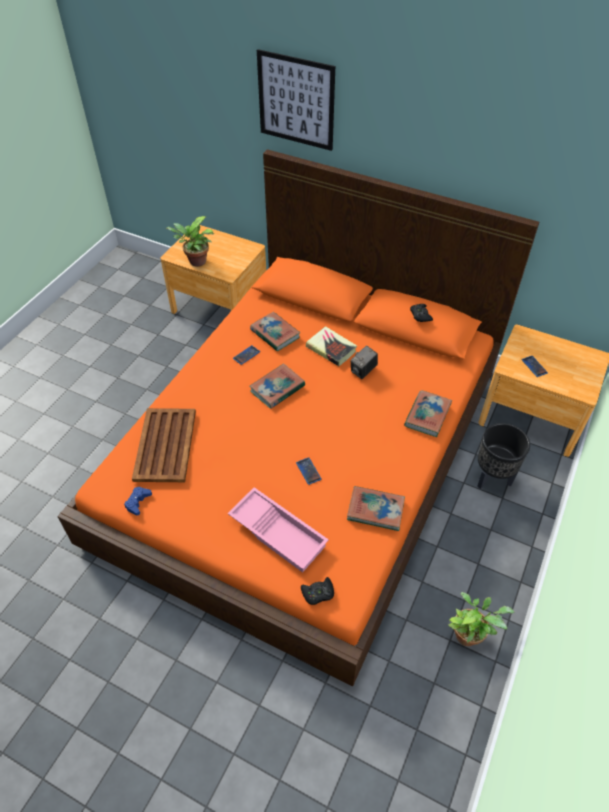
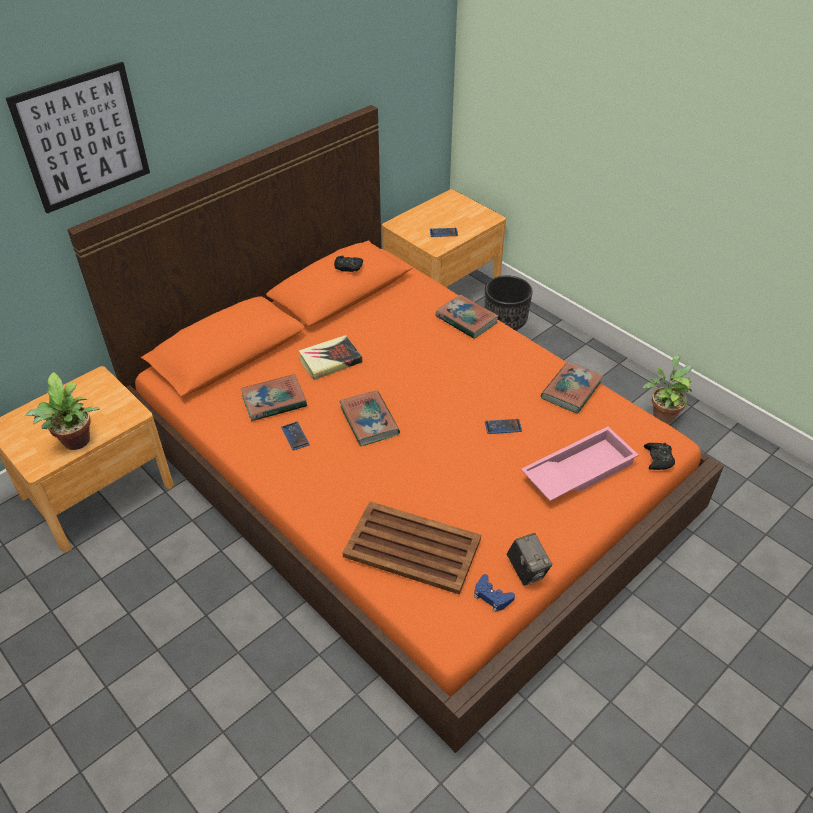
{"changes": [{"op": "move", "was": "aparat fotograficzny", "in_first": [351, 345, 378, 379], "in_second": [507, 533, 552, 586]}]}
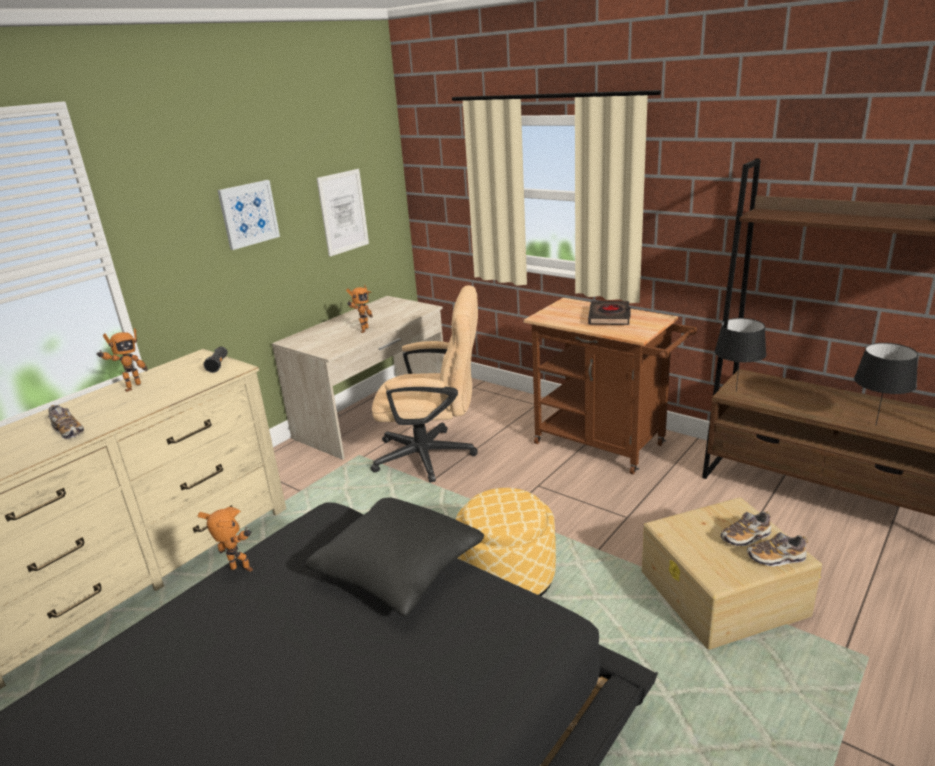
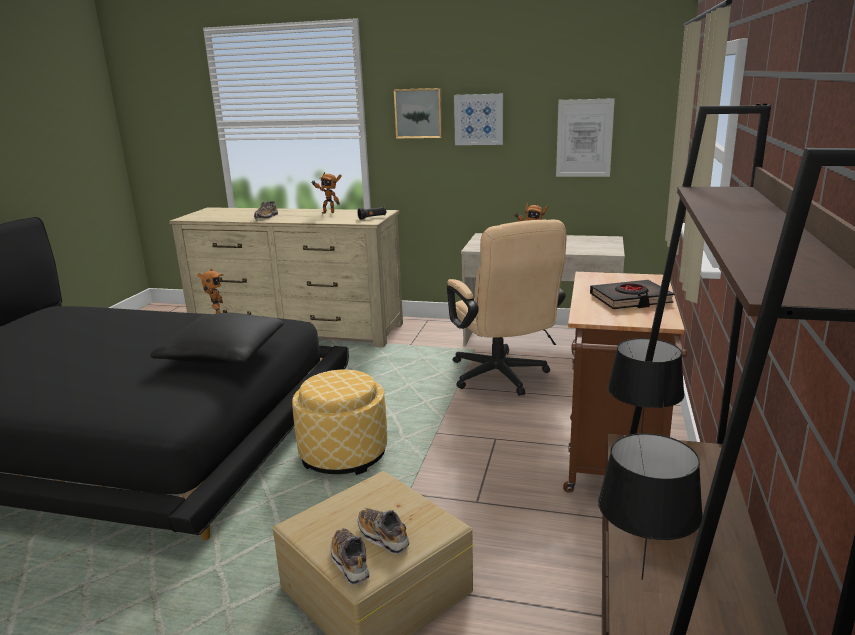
{"changes": [{"op": "insert", "now": "obraz", "in_second": [394, 88, 442, 139]}]}
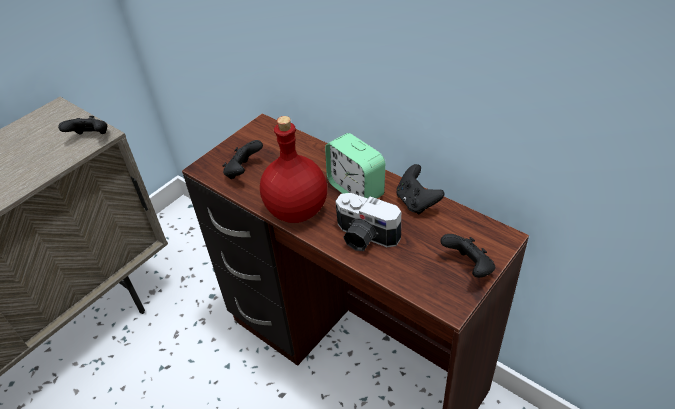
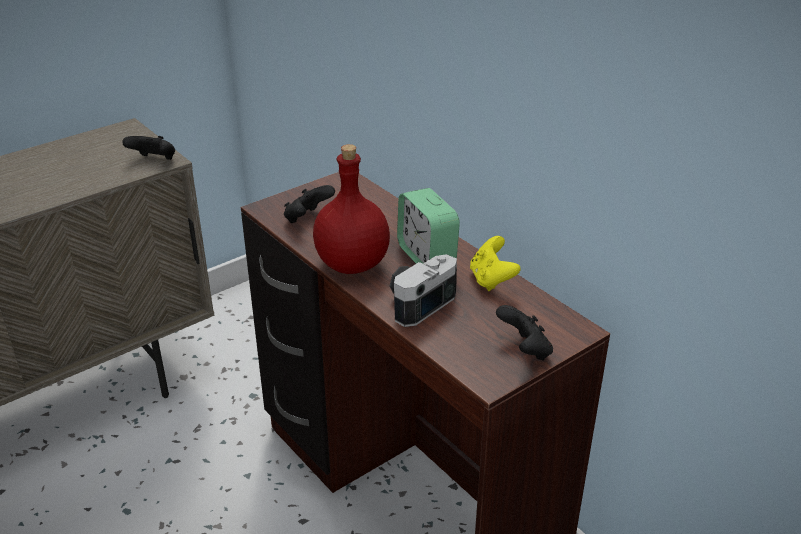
{"changes": [{"op": "rotate", "was": "aparat fotograficzny", "in_first": [335, 193, 401, 251], "in_second": [390, 254, 457, 327], "clockwise": 90}, {"op": "recolor", "was": "pad do gier [czarny]", "now": "pad do gier [żółty]", "in_first": [396, 164, 444, 214], "in_second": [470, 236, 521, 291]}]}
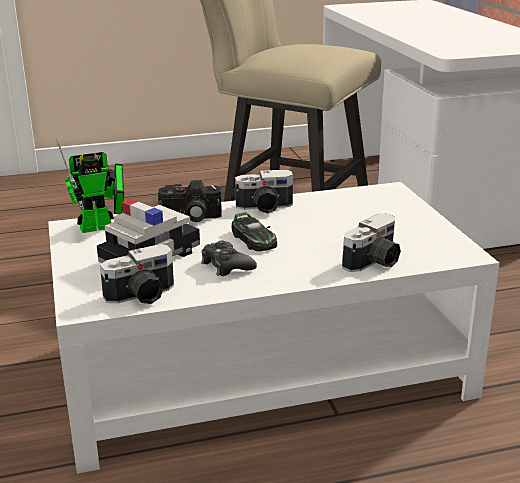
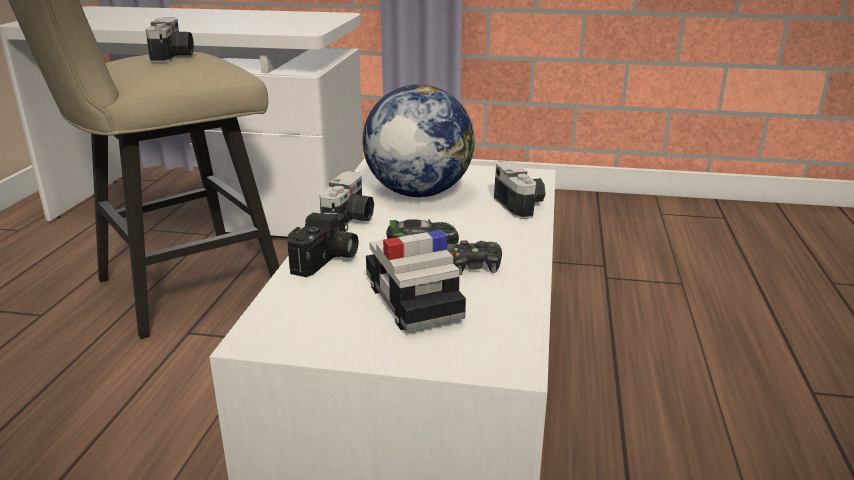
{"changes": [{"op": "delete", "was": "robot zabawkowy", "in_first": [57, 139, 124, 233]}, {"op": "move", "was": "aparat fotograficzny", "in_first": [100, 244, 174, 304], "in_second": [146, 17, 194, 63]}, {"op": "insert", "now": "globus", "in_second": [362, 84, 475, 197]}]}
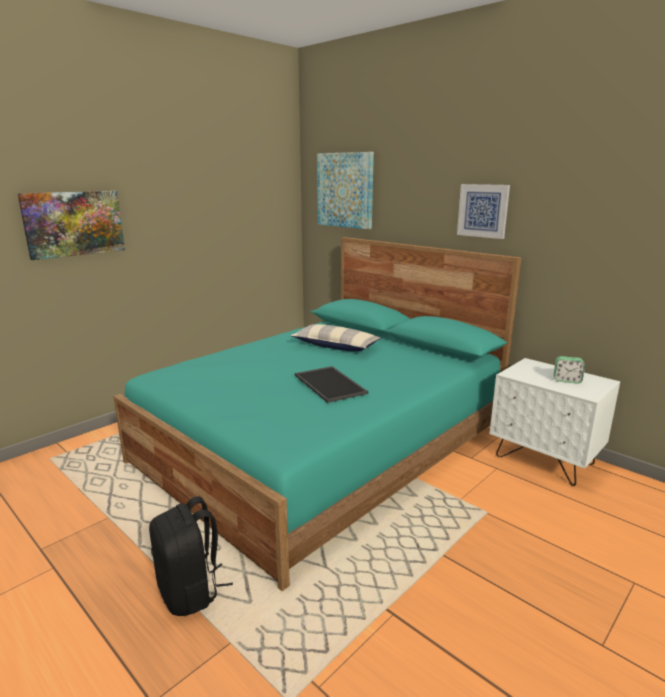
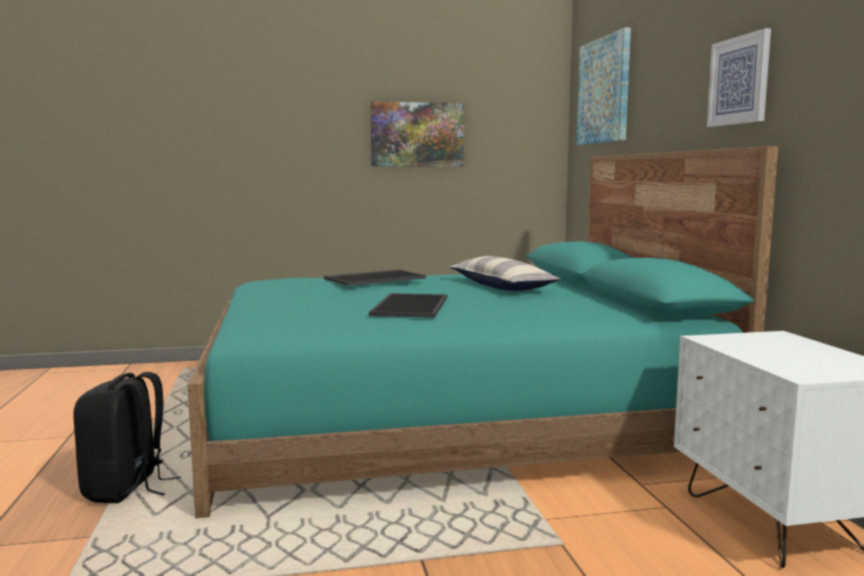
{"changes": [{"op": "move", "was": "obraz", "in_first": [17, 191, 125, 260], "in_second": [371, 101, 464, 167]}, {"op": "delete", "was": "budzik", "in_first": [554, 356, 585, 384]}, {"op": "insert", "now": "taca", "in_second": [324, 269, 426, 286]}]}
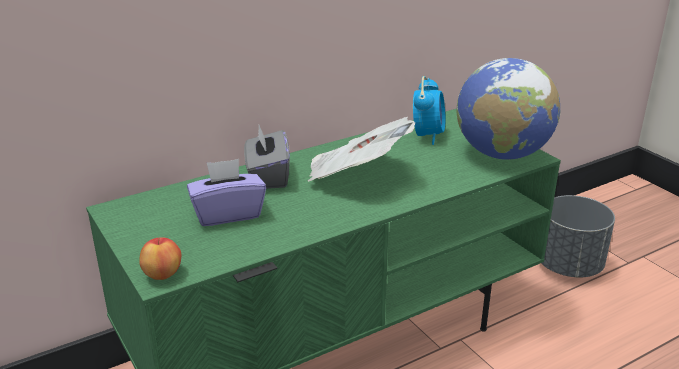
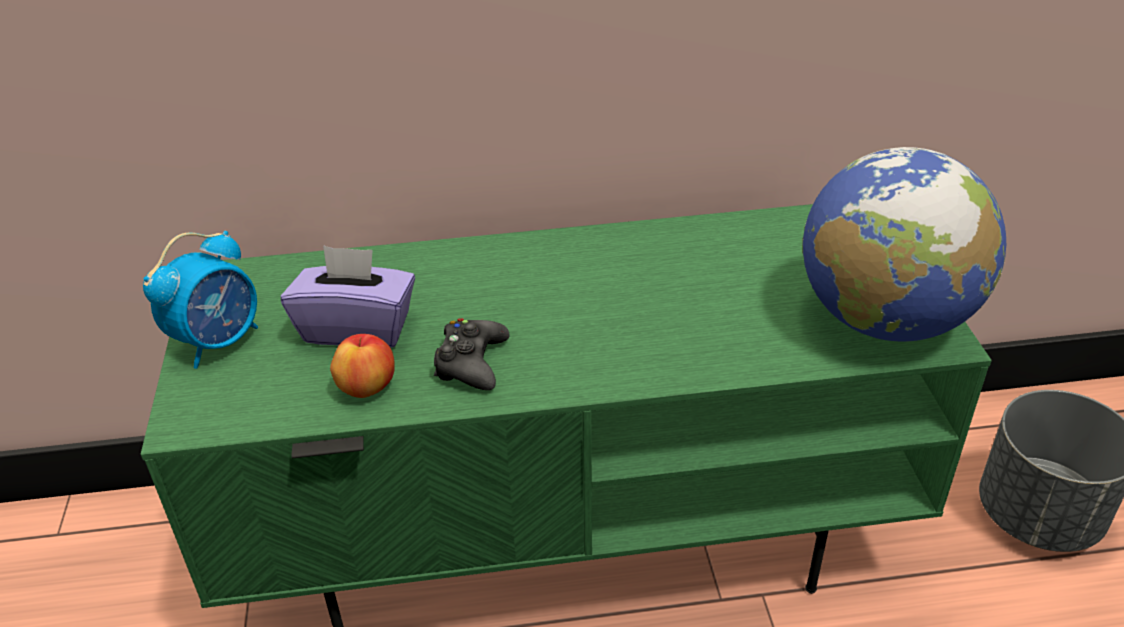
{"changes": [{"op": "move", "was": "jabłko", "in_first": [139, 237, 181, 280], "in_second": [330, 334, 395, 398]}, {"op": "delete", "was": "pudełko chusteczek [szary]", "in_first": [244, 125, 290, 189]}, {"op": "delete", "was": "gazeta", "in_first": [308, 117, 415, 182]}, {"op": "move", "was": "budzik", "in_first": [413, 76, 445, 145], "in_second": [143, 231, 258, 369]}, {"op": "insert", "now": "pad do gier [czarny]", "in_second": [434, 319, 509, 390]}]}
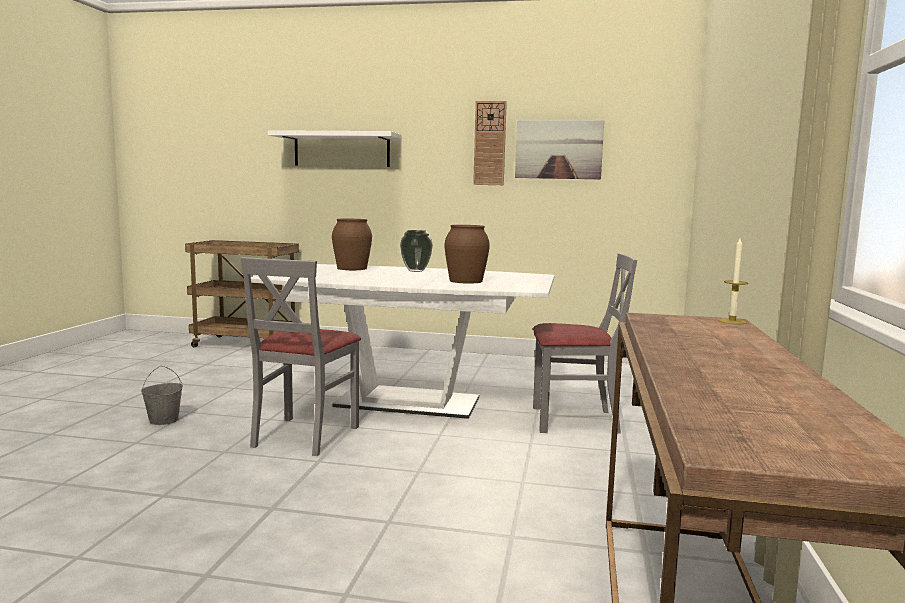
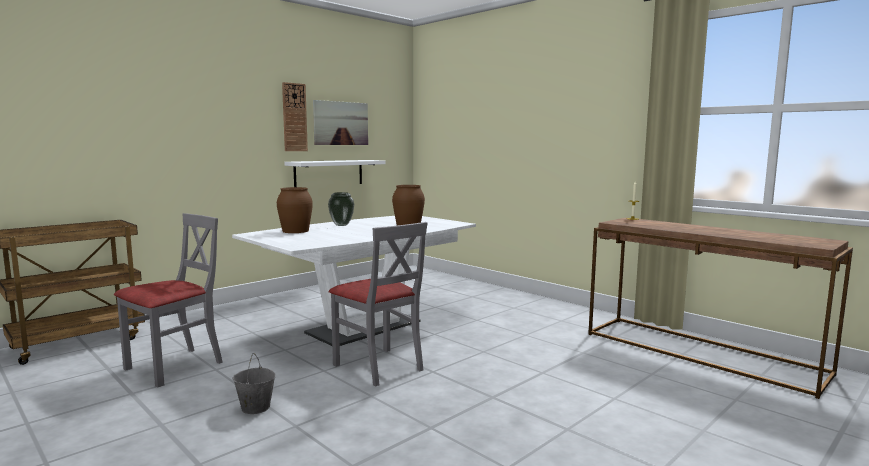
{"changes": [{"op": "move", "was": "półka [biały]", "in_first": [268, 130, 401, 167], "in_second": [284, 160, 386, 187]}, {"op": "move", "was": "krzesło [szary]", "in_first": [533, 253, 637, 434], "in_second": [114, 213, 223, 388]}]}
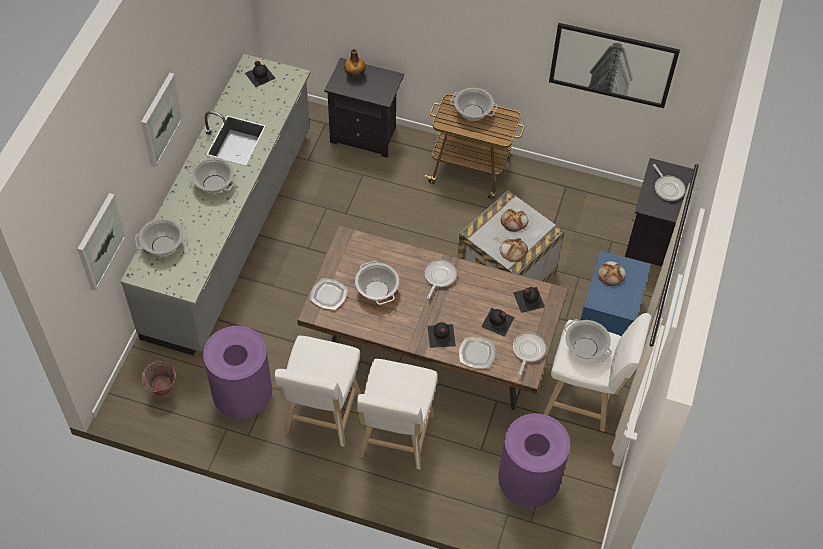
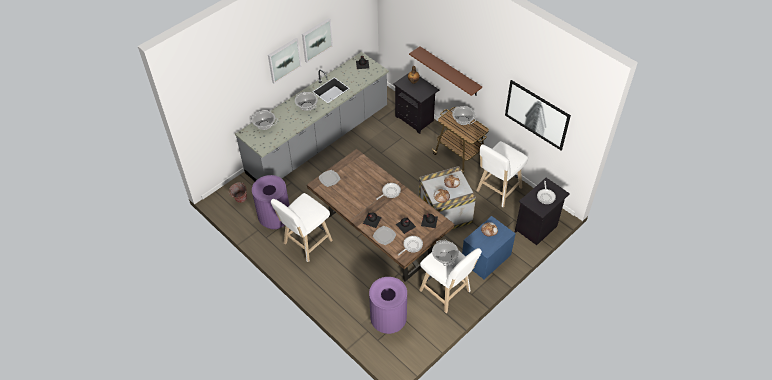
{"changes": [{"op": "move", "was": "obraz", "in_first": [77, 193, 126, 291], "in_second": [302, 18, 333, 63]}, {"op": "delete", "was": "garnek", "in_first": [355, 261, 399, 305]}, {"op": "move", "was": "stołek [biały]", "in_first": [357, 359, 437, 470], "in_second": [476, 141, 528, 207]}, {"op": "insert", "now": "półka [brązowy]", "in_second": [409, 46, 482, 96]}]}
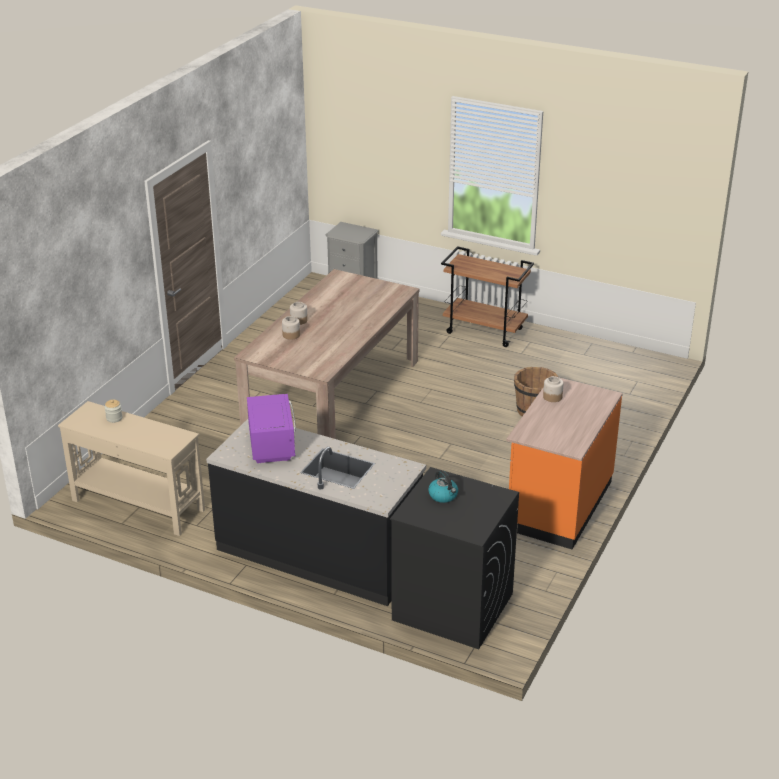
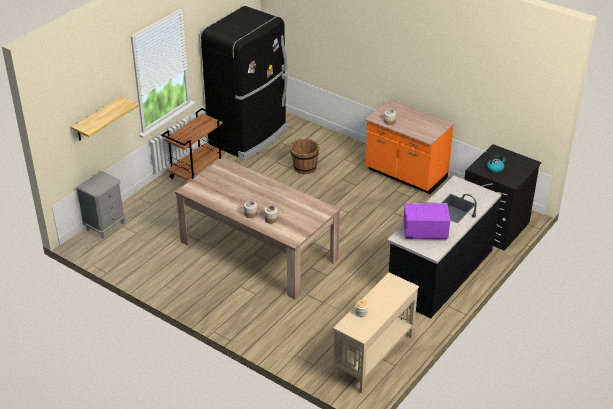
{"changes": [{"op": "insert", "now": "półka", "in_second": [71, 97, 139, 140]}, {"op": "insert", "now": "lodówka [czarny]", "in_second": [201, 6, 288, 160]}]}
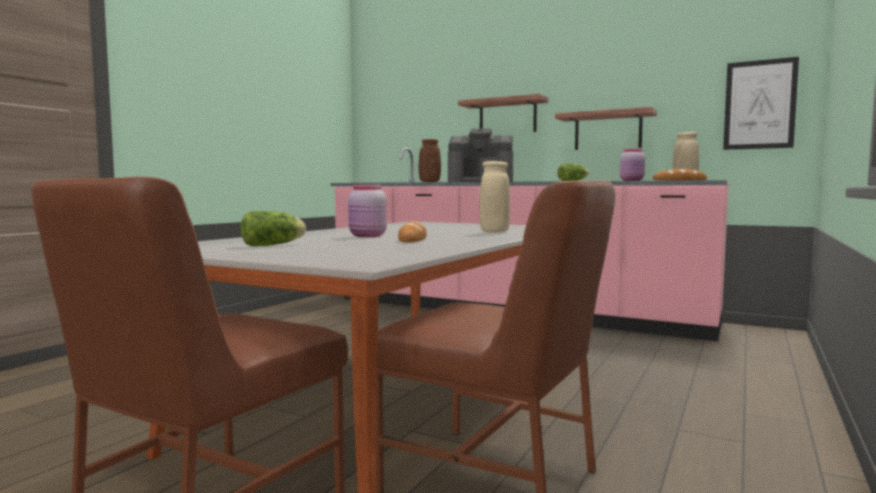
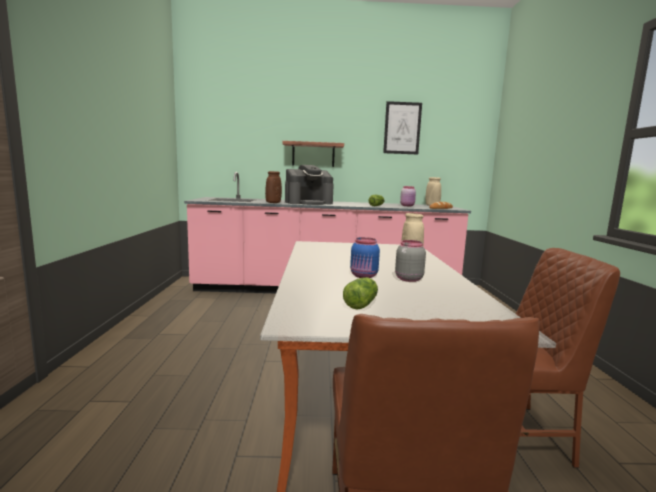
{"changes": [{"op": "recolor", "was": "słoik [różowy]", "now": "słoik [niebieski]", "in_first": [348, 185, 387, 237], "in_second": [350, 237, 380, 278]}, {"op": "replace", "was": "chleb", "now": "słoik [szary]", "in_first": [398, 221, 427, 242], "in_second": [395, 240, 426, 282]}, {"op": "delete", "was": "półka", "in_first": [555, 107, 657, 150]}, {"op": "move", "was": "obraz", "in_first": [723, 57, 799, 150], "in_second": [383, 101, 422, 154]}]}
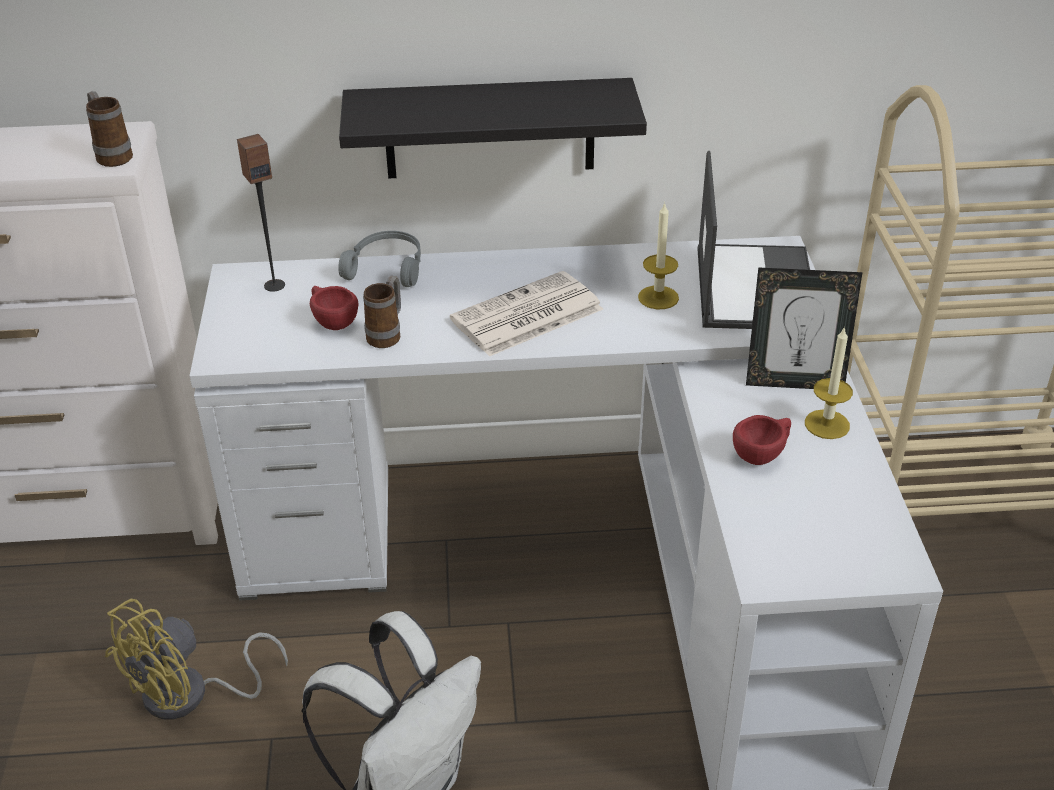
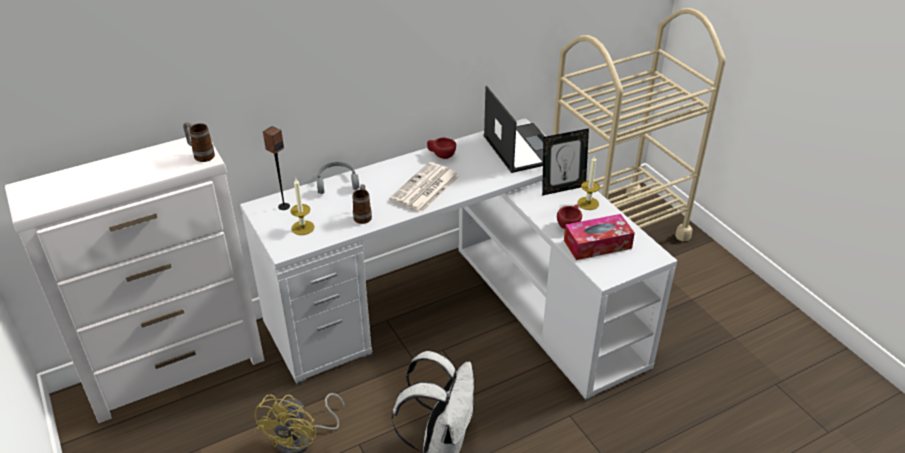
{"changes": [{"op": "move", "was": "filiżanka [czerwony]", "in_first": [310, 286, 359, 330], "in_second": [427, 137, 456, 159]}, {"op": "delete", "was": "półka [czarny]", "in_first": [339, 78, 647, 179]}, {"op": "move", "was": "świeca", "in_first": [638, 202, 679, 309], "in_second": [290, 178, 315, 235]}, {"op": "insert", "now": "pudełko chusteczek", "in_second": [564, 214, 635, 260]}]}
